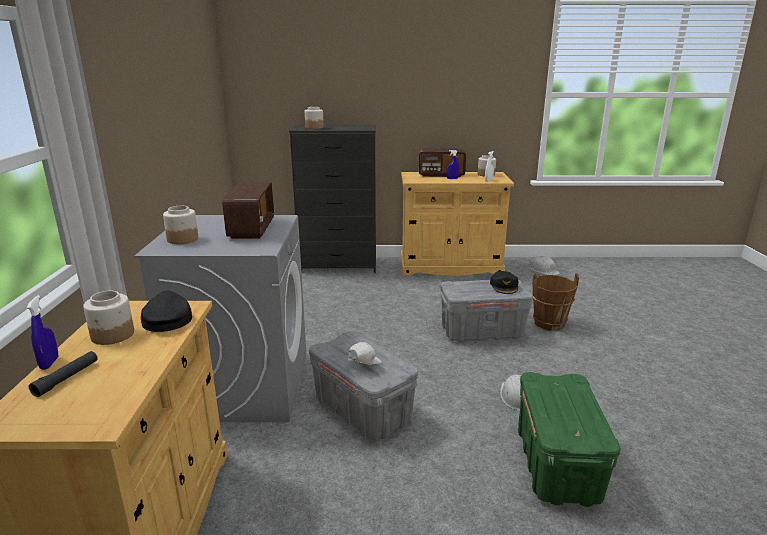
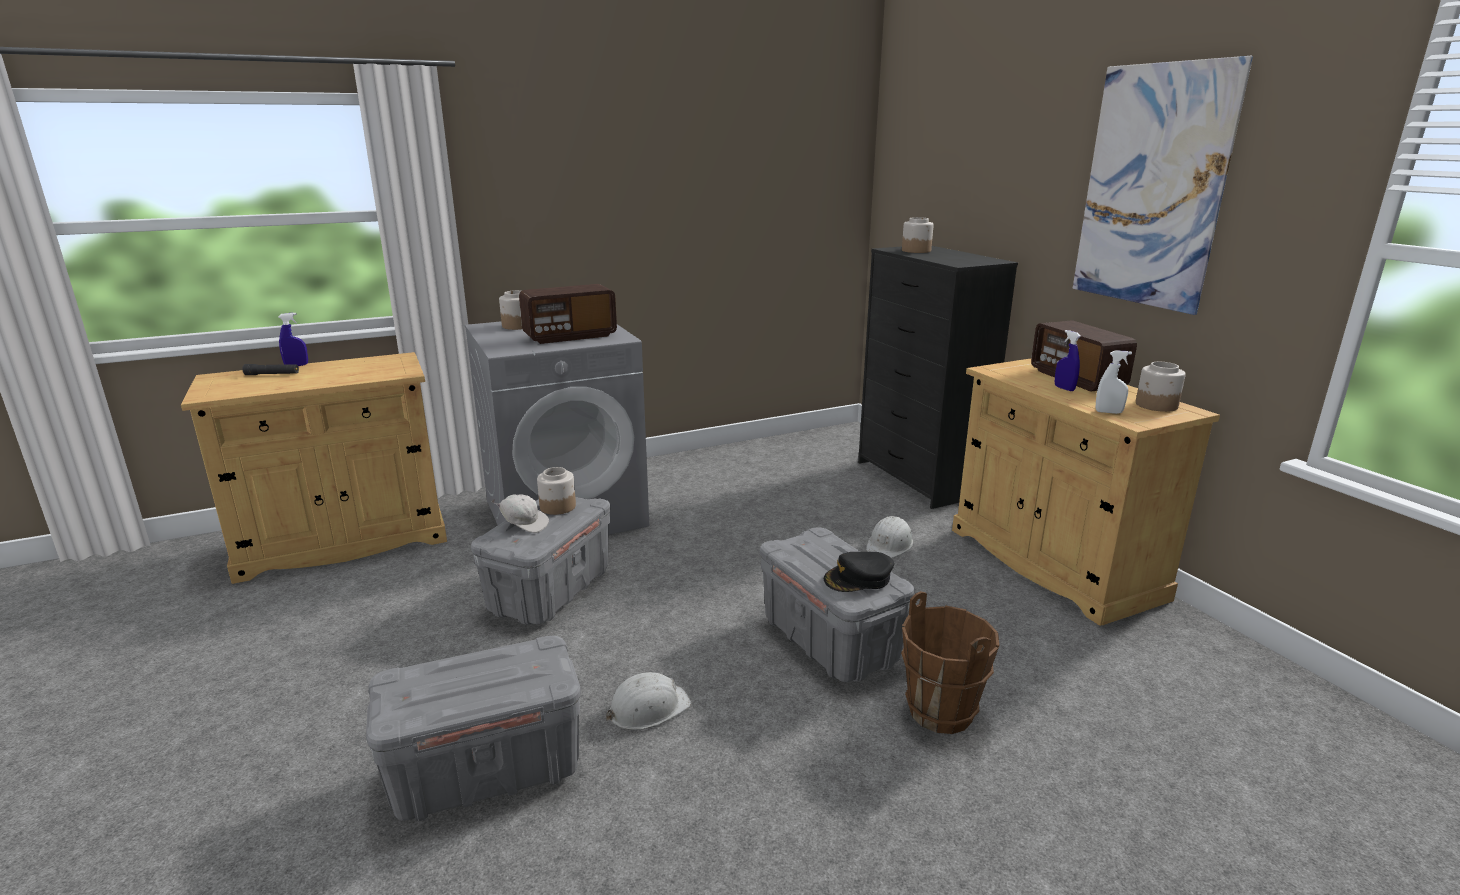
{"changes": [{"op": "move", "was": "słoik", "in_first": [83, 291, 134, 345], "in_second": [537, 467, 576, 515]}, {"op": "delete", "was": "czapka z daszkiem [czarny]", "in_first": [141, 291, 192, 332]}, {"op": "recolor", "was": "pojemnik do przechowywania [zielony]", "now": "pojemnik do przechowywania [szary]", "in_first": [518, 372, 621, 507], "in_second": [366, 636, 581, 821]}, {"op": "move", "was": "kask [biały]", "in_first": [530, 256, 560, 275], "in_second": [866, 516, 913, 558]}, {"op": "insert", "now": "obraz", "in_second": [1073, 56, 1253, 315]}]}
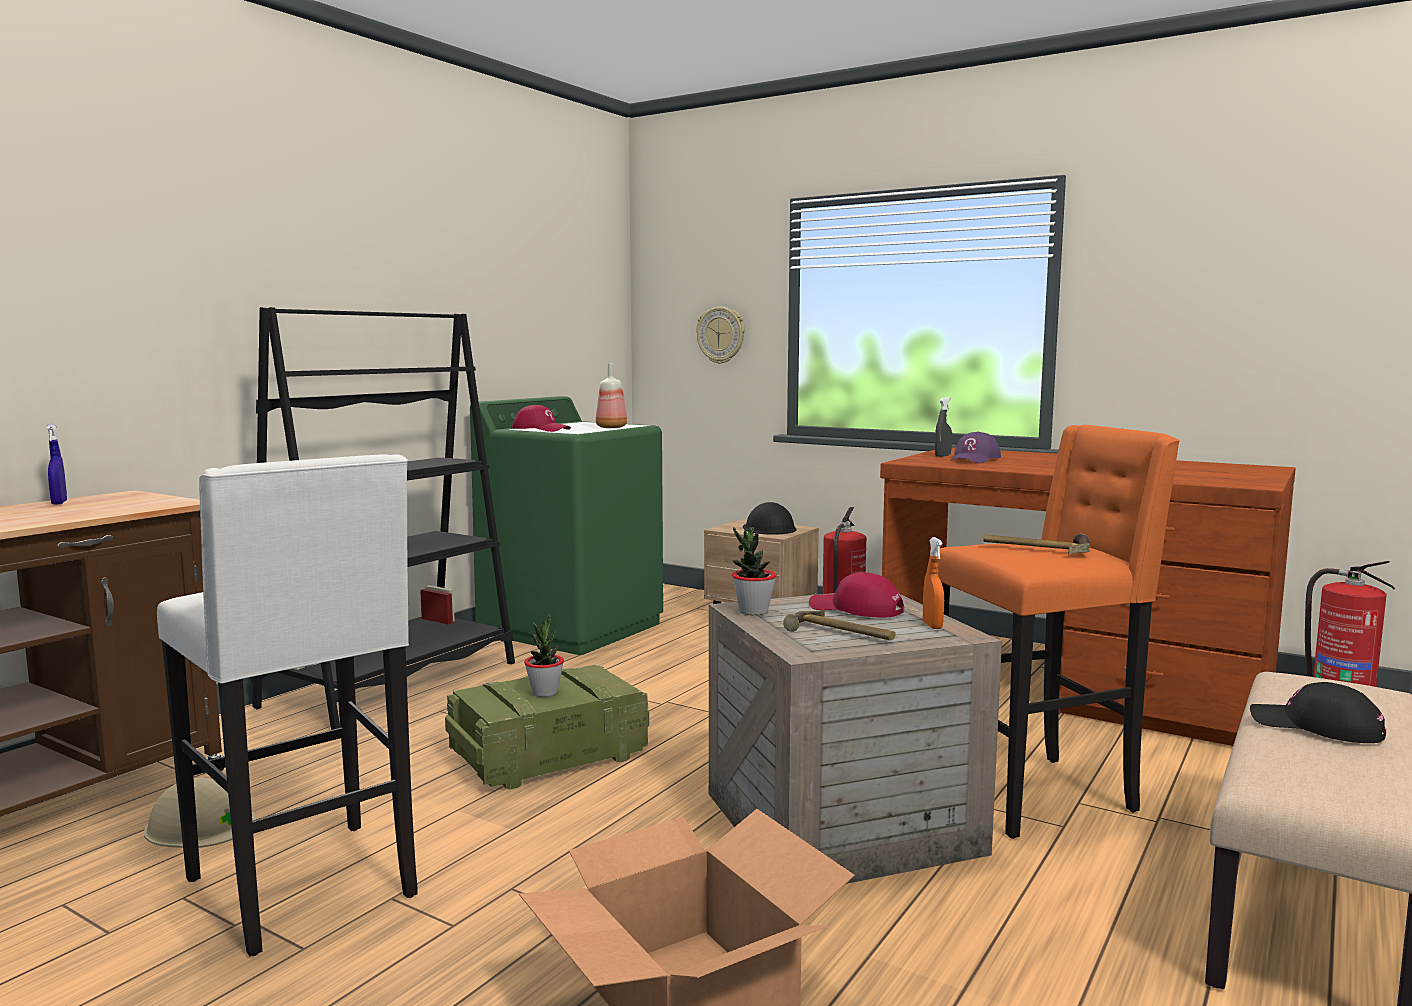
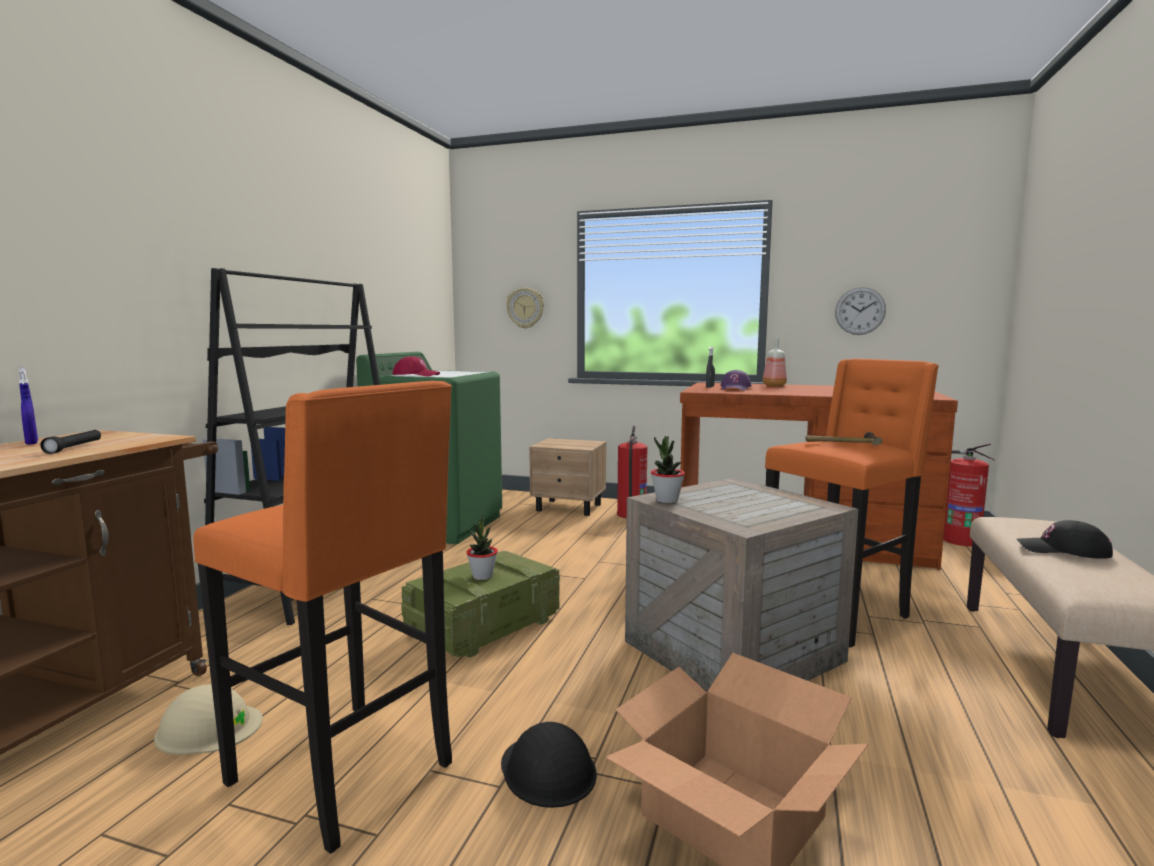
{"changes": [{"op": "recolor", "was": "stołek [biały]", "now": "stołek [pomarańczowy]", "in_first": [157, 454, 418, 956], "in_second": [193, 381, 452, 854]}, {"op": "move", "was": "butelka", "in_first": [596, 363, 627, 428], "in_second": [763, 338, 787, 386]}, {"op": "move", "was": "kask [czarny]", "in_first": [743, 502, 797, 535], "in_second": [501, 722, 597, 808]}, {"op": "delete", "was": "młotek", "in_first": [783, 610, 896, 640]}, {"op": "delete", "was": "czapka z daszkiem [czerwony]", "in_first": [809, 572, 904, 617]}, {"op": "delete", "was": "spryskiwacz [pomarańczowy]", "in_first": [923, 537, 944, 629]}, {"op": "insert", "now": "latarka [czarny]", "in_second": [40, 430, 101, 454]}, {"op": "insert", "now": "zegar ścienny", "in_second": [835, 287, 886, 335]}]}
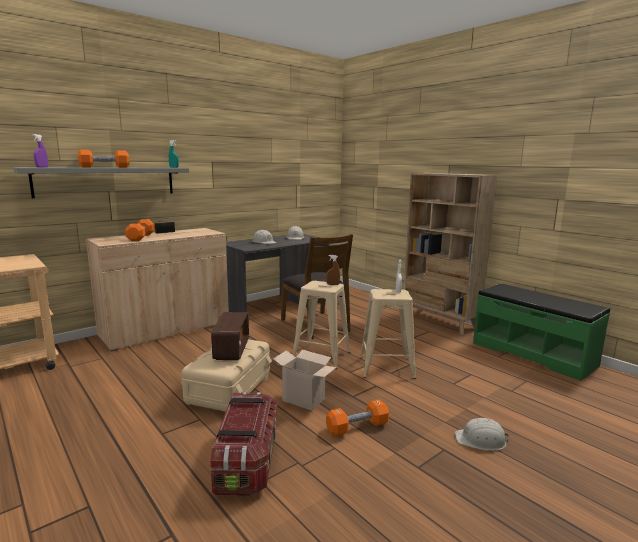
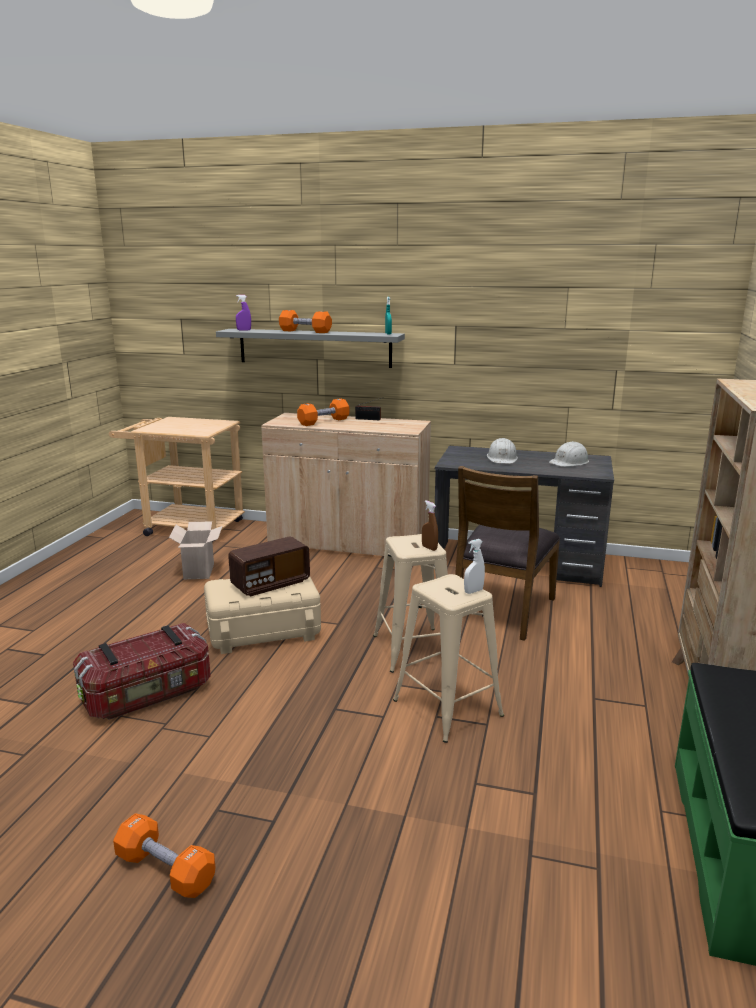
{"changes": [{"op": "move", "was": "karton", "in_first": [273, 350, 337, 411], "in_second": [169, 521, 223, 579]}, {"op": "move", "was": "hantel [pomarańczowy]", "in_first": [326, 399, 389, 436], "in_second": [113, 813, 216, 898]}, {"op": "delete", "was": "kask [biały]", "in_first": [455, 418, 509, 451]}]}
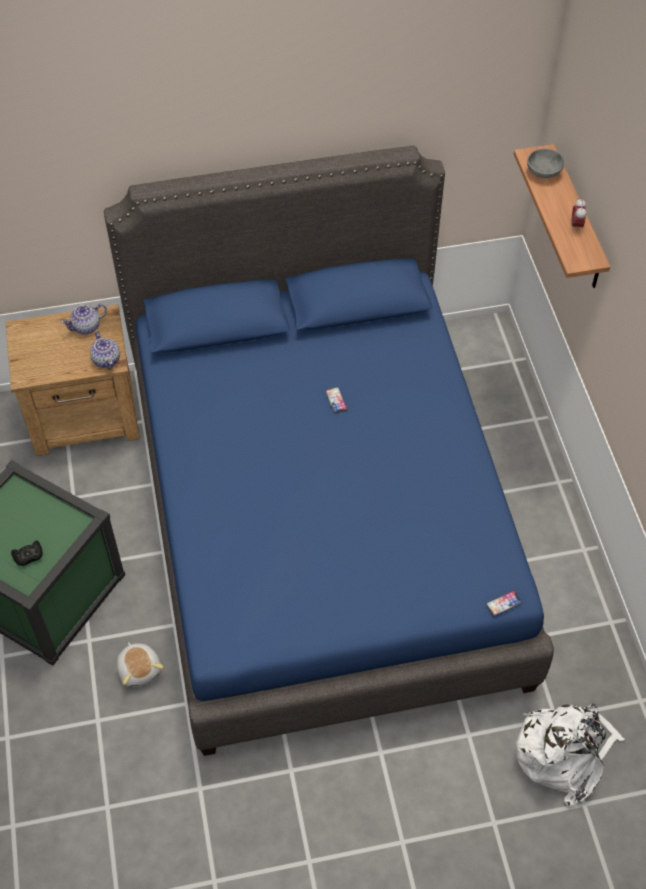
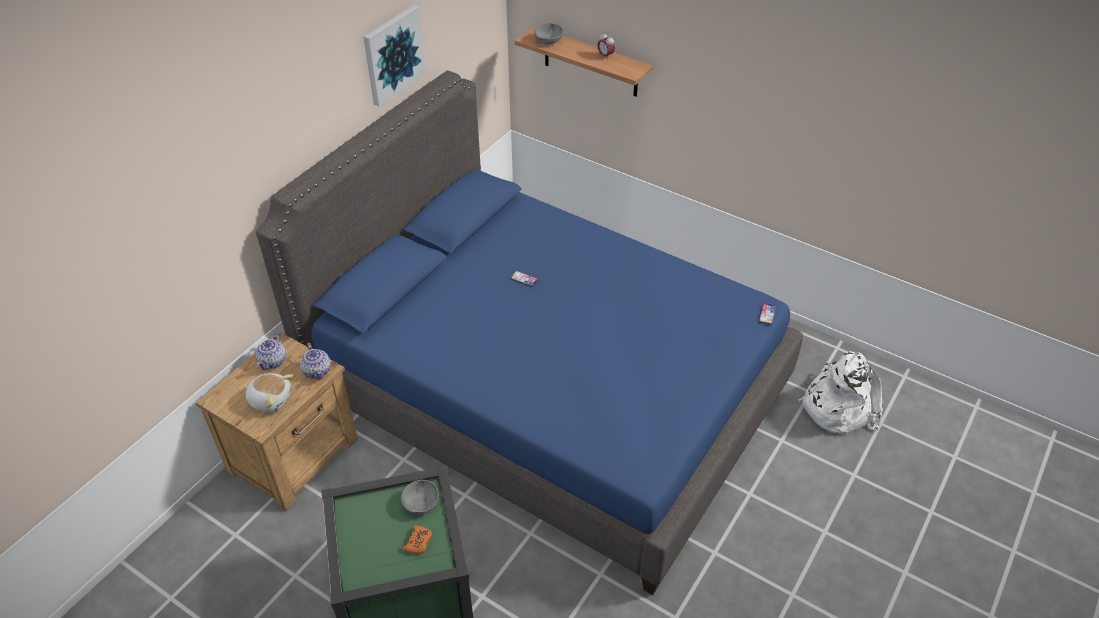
{"changes": [{"op": "recolor", "was": "pad do gier [czarny]", "now": "pad do gier [pomarańczowy]", "in_first": [11, 540, 43, 566], "in_second": [402, 525, 432, 554]}, {"op": "rotate", "was": "imbryk", "in_first": [90, 331, 120, 369], "in_second": [300, 343, 331, 380], "clockwise": 45}, {"op": "move", "was": "pluszak", "in_first": [117, 642, 164, 687], "in_second": [245, 373, 293, 413]}, {"op": "insert", "now": "obraz", "in_second": [363, 5, 426, 107]}, {"op": "insert", "now": "miska [szary]", "in_second": [401, 480, 439, 515]}]}
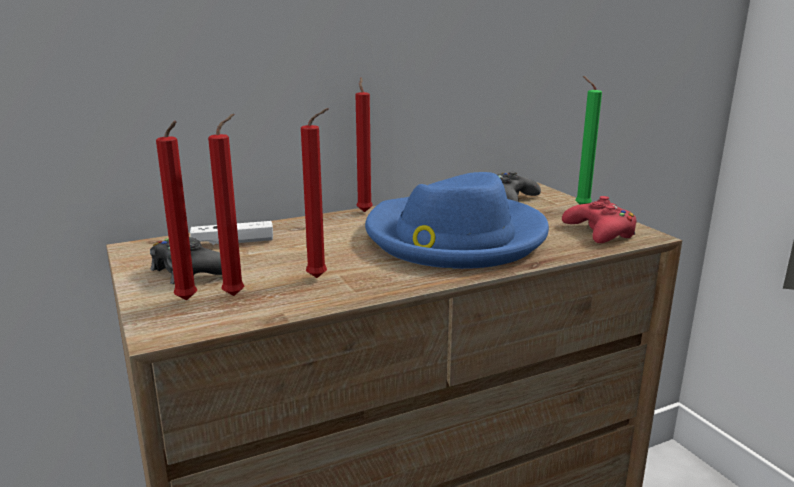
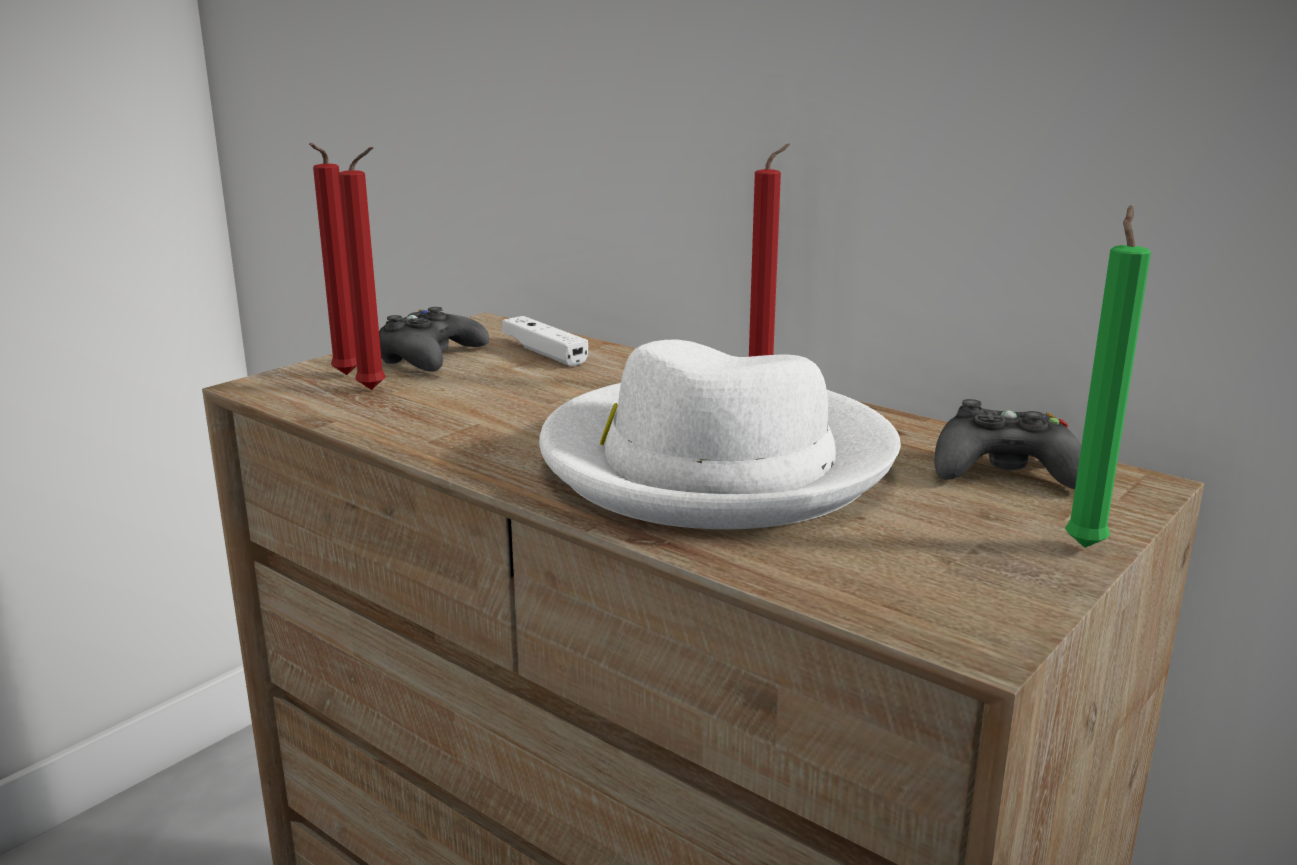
{"changes": [{"op": "delete", "was": "świeca [czerwony]", "in_first": [301, 108, 328, 278]}, {"op": "recolor", "was": "kapelusz [niebieski]", "now": "kapelusz [biały]", "in_first": [365, 172, 549, 269], "in_second": [539, 339, 901, 529]}, {"op": "delete", "was": "pad do gier [czerwony]", "in_first": [562, 196, 637, 243]}]}
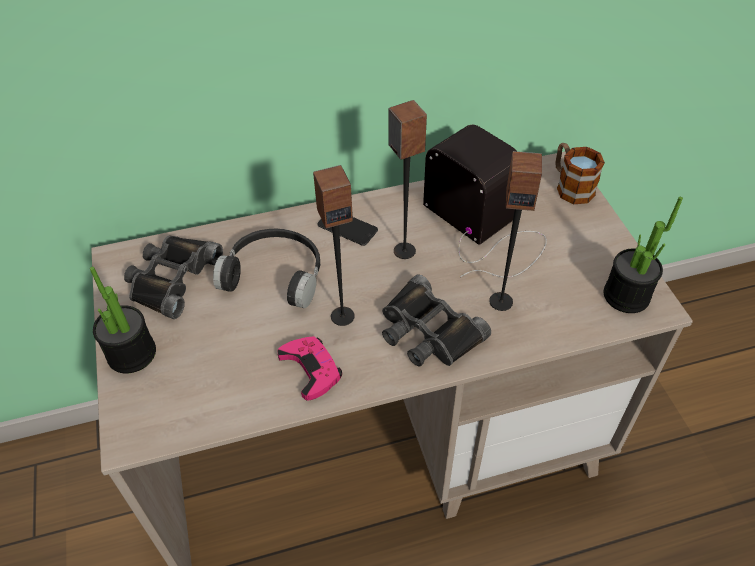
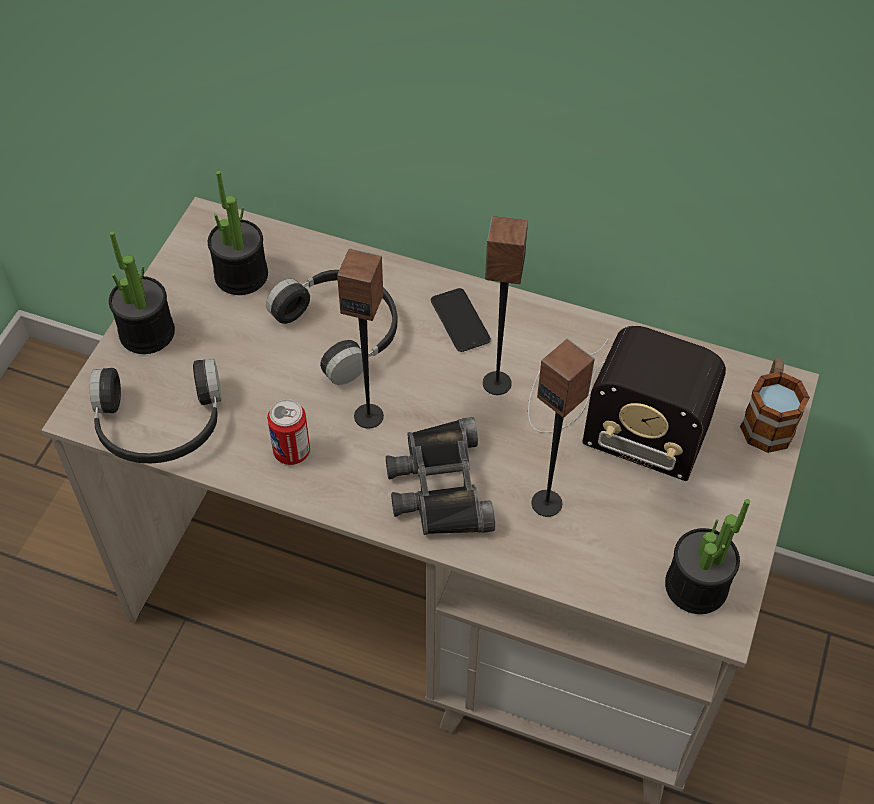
{"changes": [{"op": "replace", "was": "lornetka [czarny]", "now": "roślina doniczkowa", "in_first": [124, 236, 223, 319], "in_second": [208, 171, 268, 295]}, {"op": "replace", "was": "pad do gier [różowy]", "now": "puszka", "in_first": [277, 336, 342, 401], "in_second": [267, 399, 310, 465]}, {"op": "rotate", "was": "radio", "in_first": [423, 125, 547, 278], "in_second": [528, 326, 726, 481], "clockwise": 120}, {"op": "insert", "now": "słuchawki [czarny]", "in_second": [90, 358, 221, 463]}]}
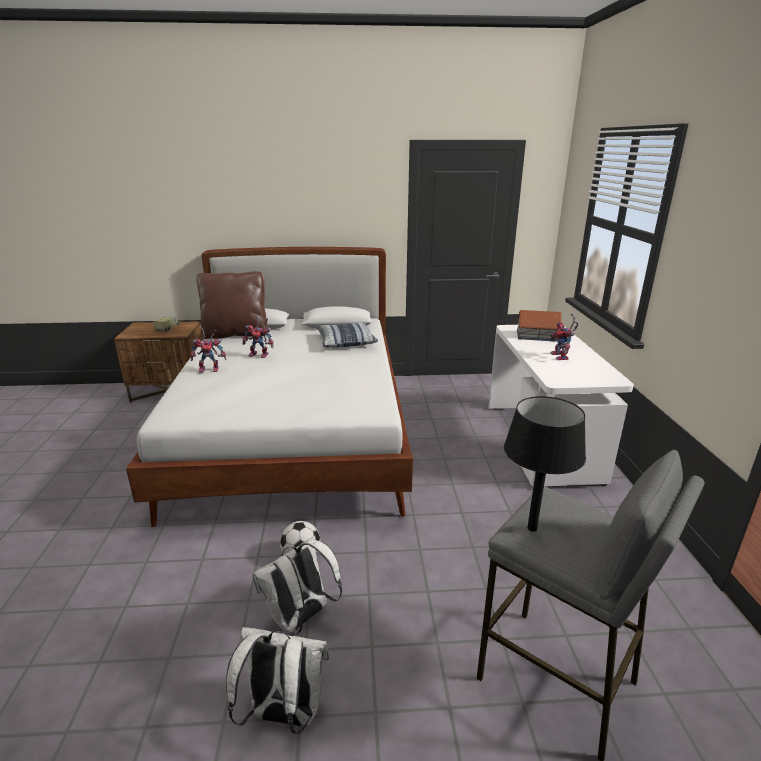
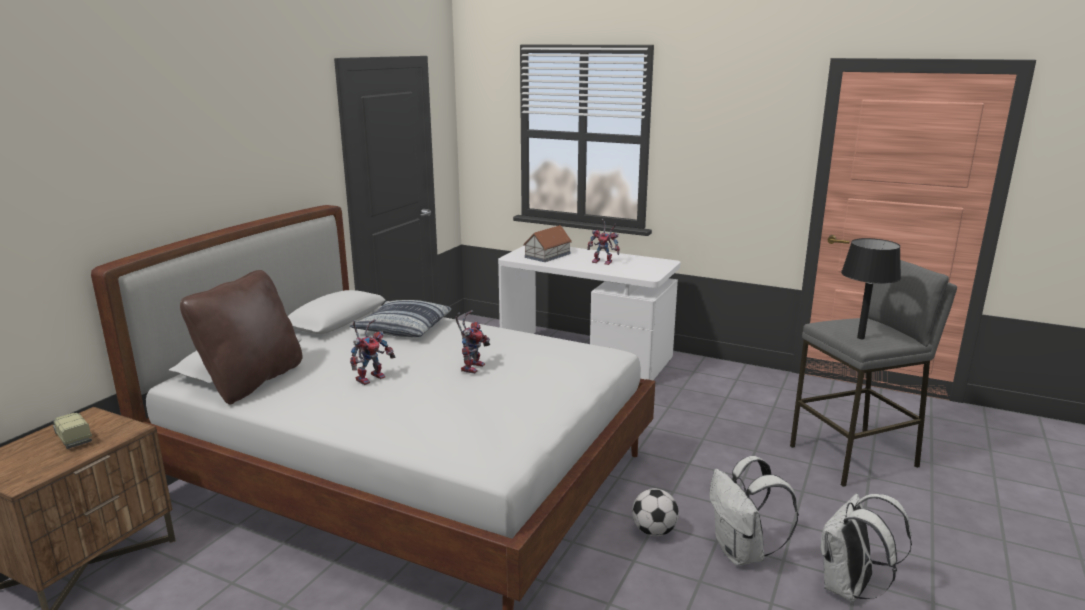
{"changes": [{"op": "move", "was": "robot zabawkowy", "in_first": [190, 327, 226, 373], "in_second": [455, 310, 490, 374]}]}
